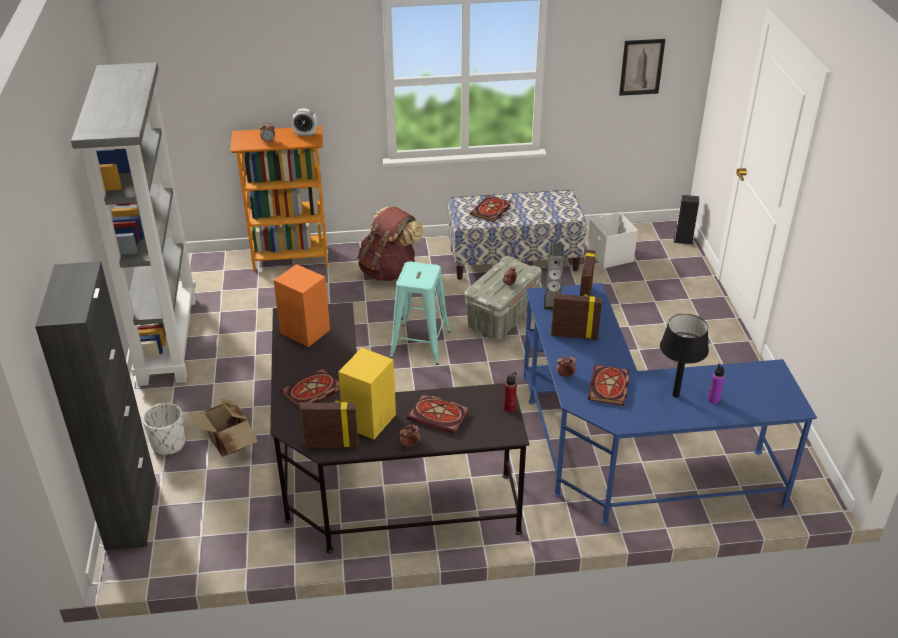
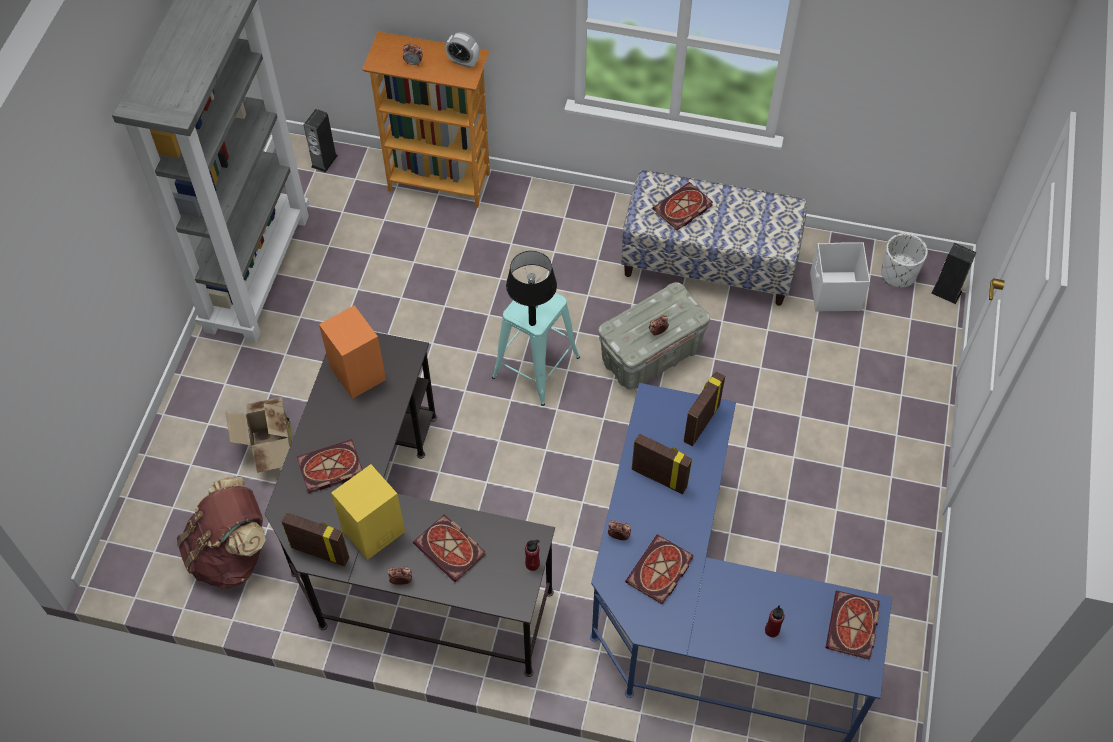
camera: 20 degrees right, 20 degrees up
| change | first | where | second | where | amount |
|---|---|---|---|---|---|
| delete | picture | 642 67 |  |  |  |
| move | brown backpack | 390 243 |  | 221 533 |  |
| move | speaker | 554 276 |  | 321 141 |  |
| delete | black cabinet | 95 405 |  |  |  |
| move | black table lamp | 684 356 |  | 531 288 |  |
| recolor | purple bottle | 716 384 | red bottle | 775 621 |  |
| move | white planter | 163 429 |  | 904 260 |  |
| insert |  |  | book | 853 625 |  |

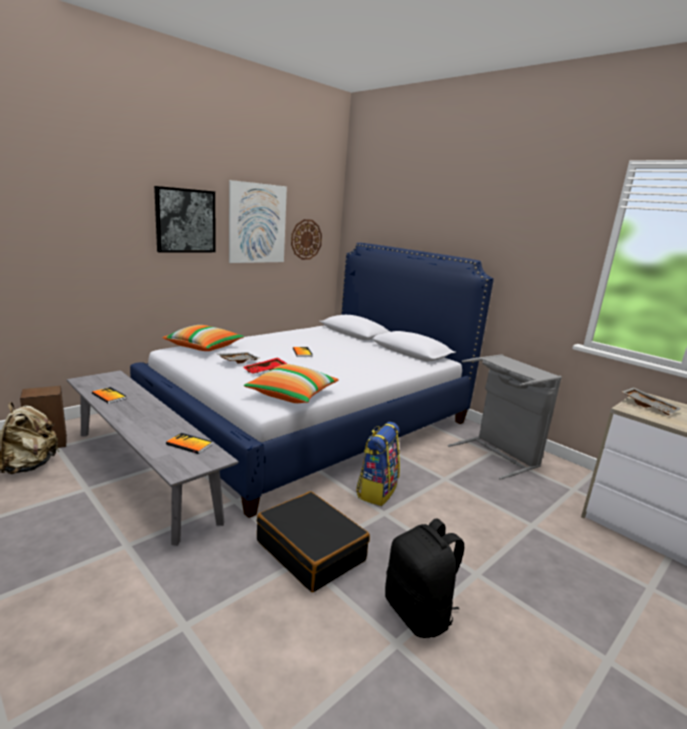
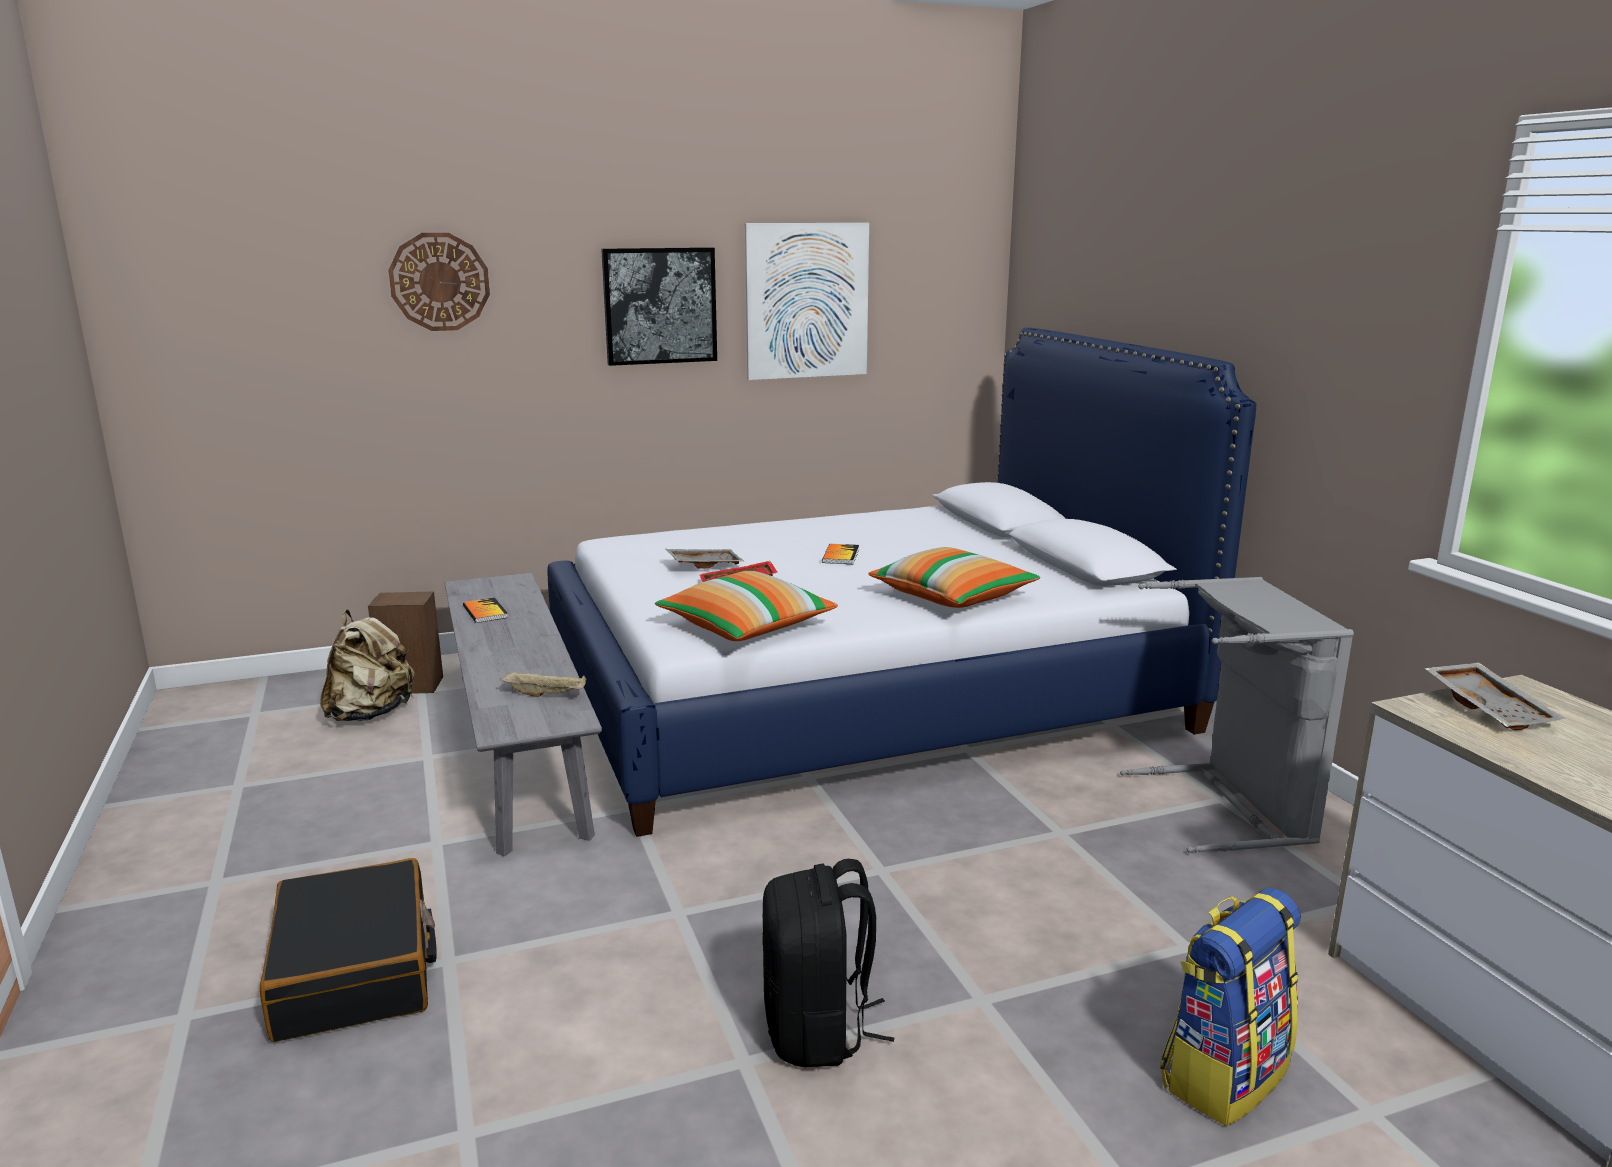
camera: 25 degrees right, 0 degrees up
| change | first | where | second | where | amount |
|---|---|---|---|---|---|
| move | wall clock | 306 239 |  | 439 282 |  |
| move | pillow | 203 338 |  | 954 577 |  |
| move | backpack | 378 464 |  | 1230 1006 |  |
| replace | book | 189 443 | beige tray | 543 684 |  |
| move | black suitcase | 313 541 |  | 348 950 |  |

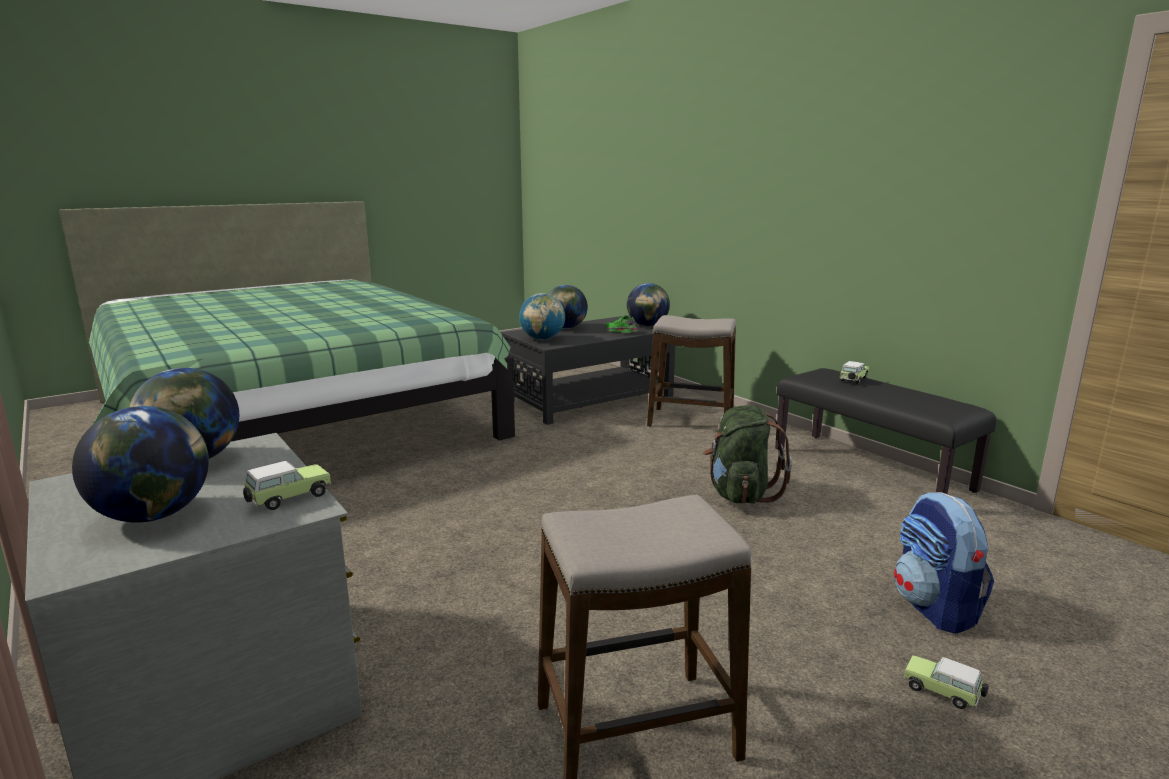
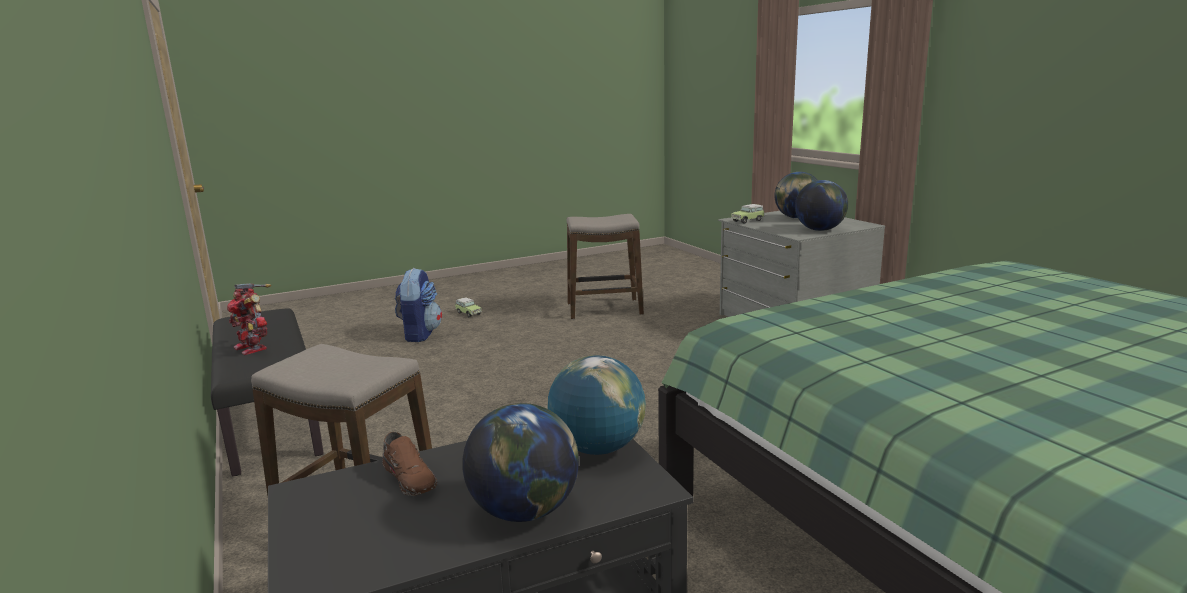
camera: 170 degrees left, 0 degrees up
| change | first | where | second | where | amount |
|---|---|---|---|---|---|
| delete | globe | 648 304 |  |  |  |
| recolor | green shoe | 621 324 | brown shoe | 409 464 |  |
| replace | toy car | 854 372 | toy robot | 249 319 |  |
| delete | green backpack | 747 454 |  |  |  |

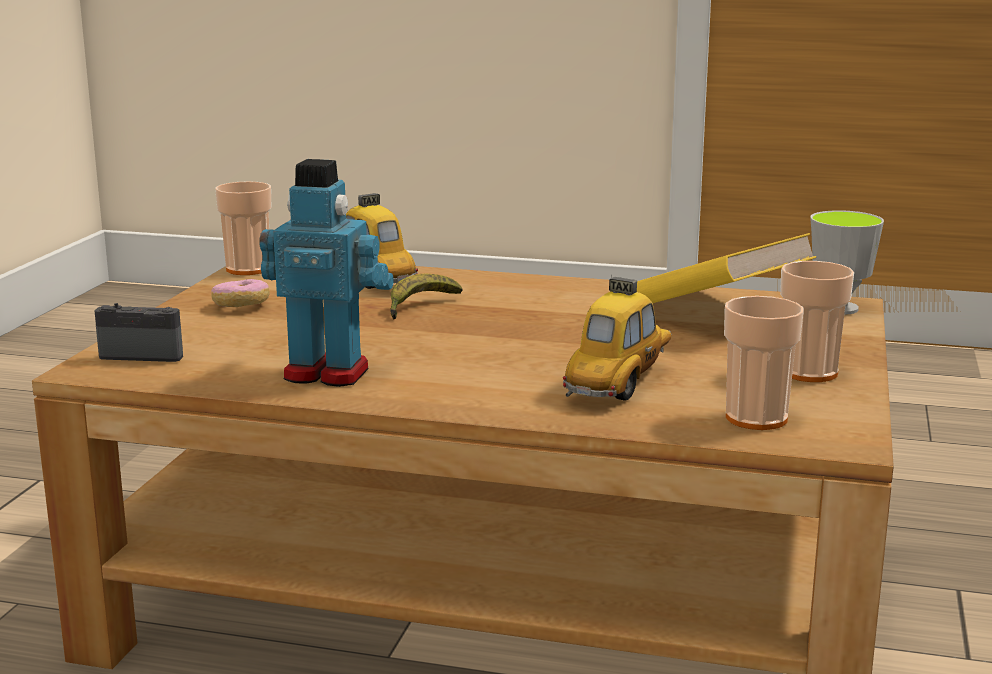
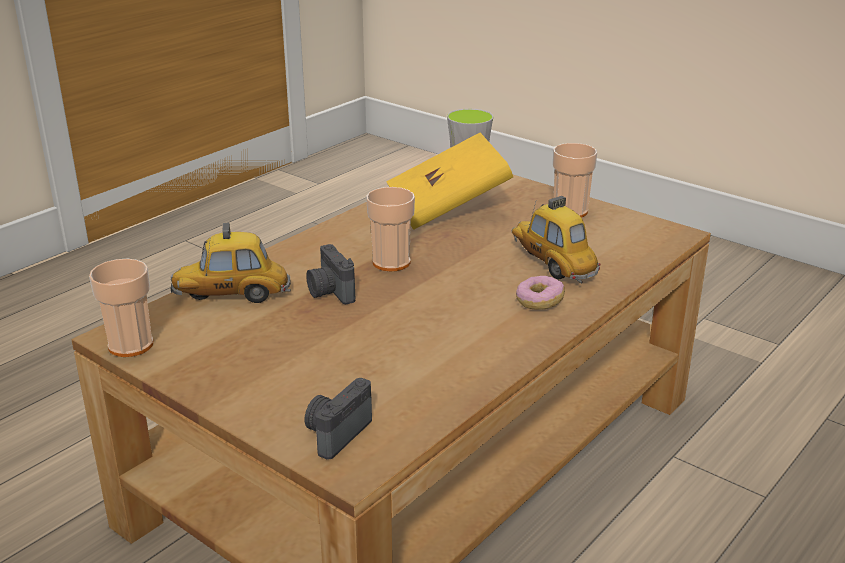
camera: 65 degrees left, 10 degrees up
| change | first | where | second | where | amount |
|---|---|---|---|---|---|
| delete | toy robot | 326 273 |  |  |  |
| replace | banana | 426 297 | photo camera | 330 274 |  |
| move | donut | 240 293 |  | 540 293 |  |
| move | cup | 764 363 |  | 390 229 |  |

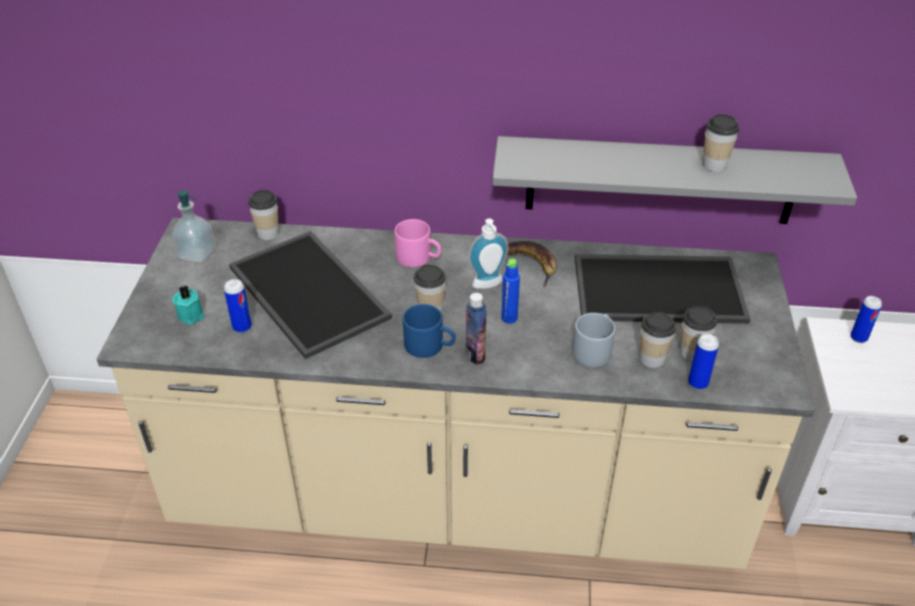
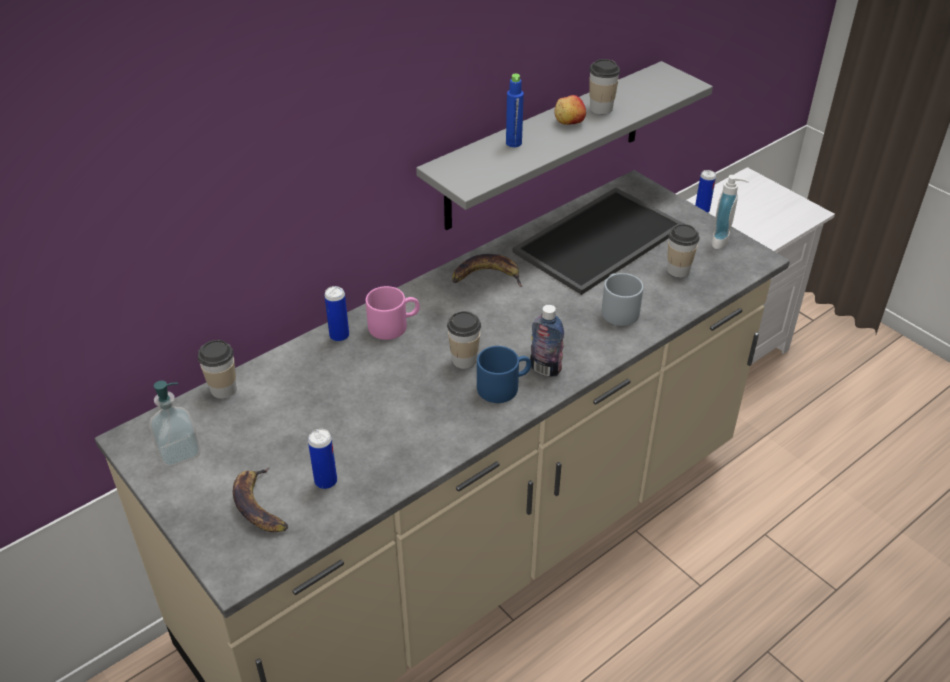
camera: 45 degrees left, 0 degrees up
| change | first | where | second | where | amount |
|---|---|---|---|---|---|
| move | soap dispenser | 488 253 |  | 730 212 |  |
| delete | tray | 310 295 |  |  |  |
| move | blue bottle | 510 291 |  | 515 110 |  |
| replace | turquoise candle | 188 305 | banana | 260 499 |  |
| delete | cup | 658 340 |  |  |  |
| move | can | 703 362 |  | 336 314 |  |
| insert |  |  | apple | 570 110 |  |

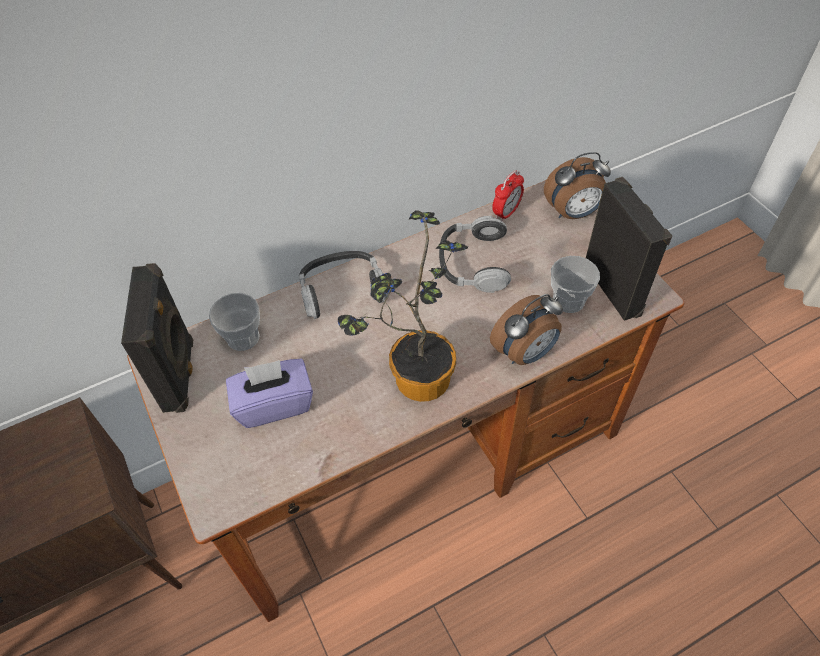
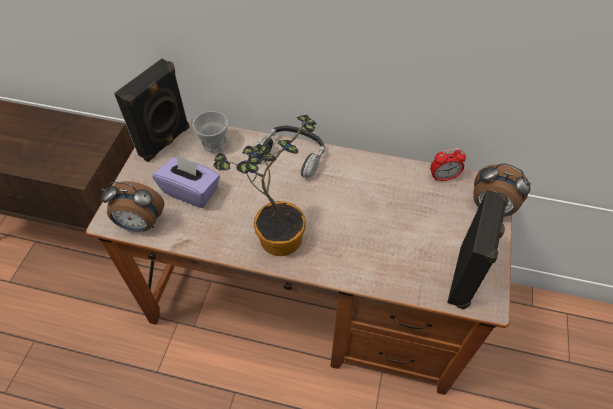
camera: 40 degrees right, 0 degrees up
| change | first | where | second | where | amount |
|---|---|---|---|---|---|
| delete | headphones | 475 254 |  |  |  |
| delete | cup | 575 284 |  |  |  |
| move | alarm clock | 526 329 |  | 132 206 |  |

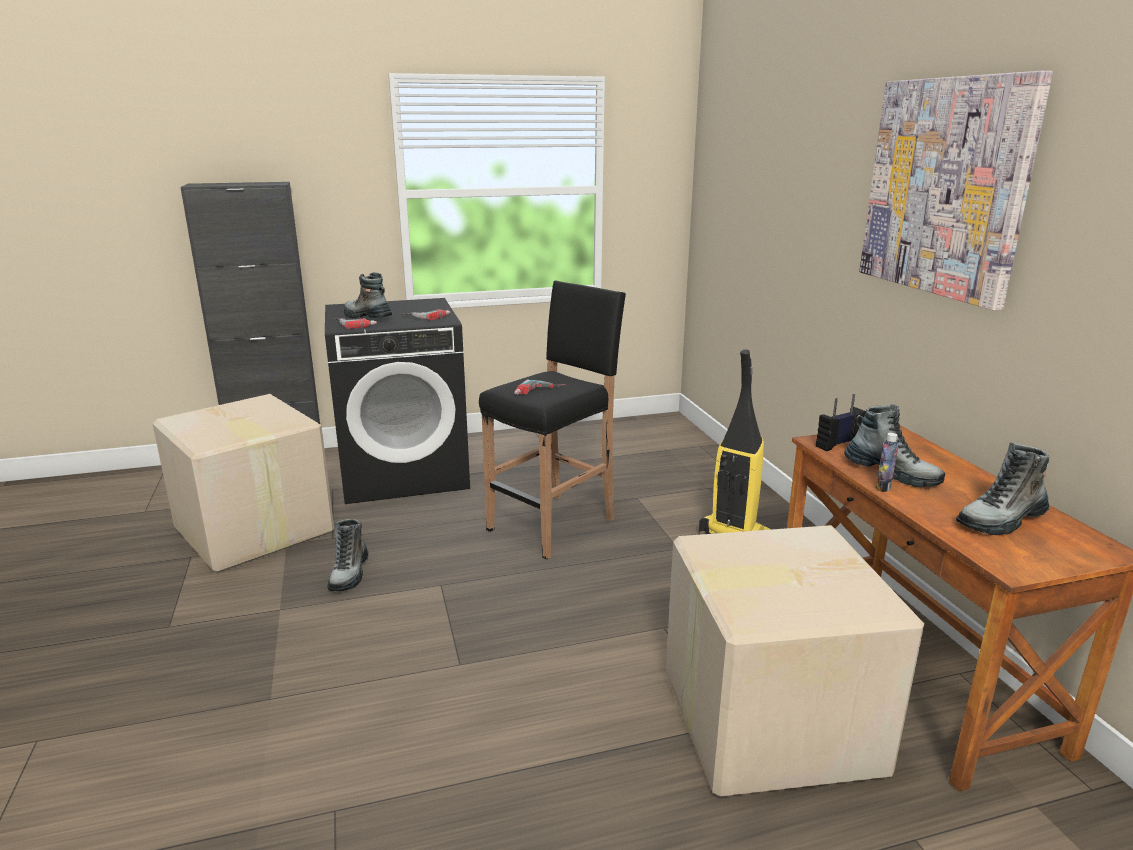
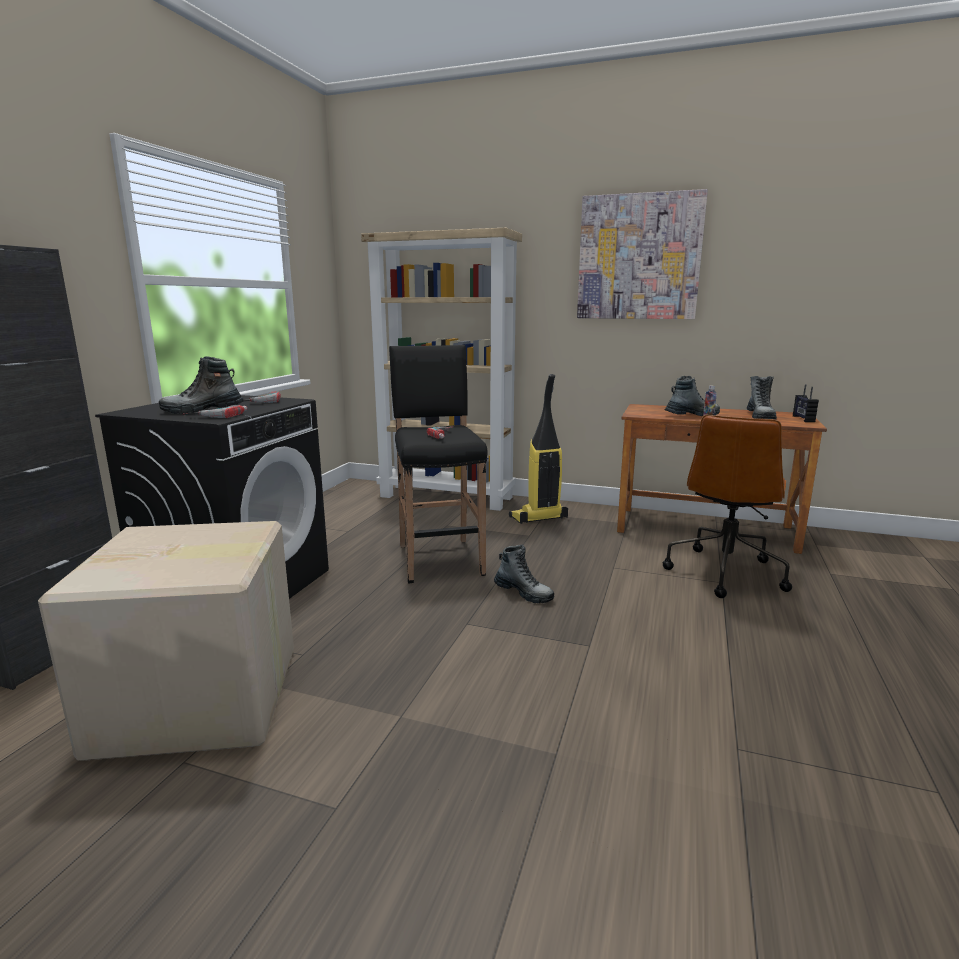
camera: 55 degrees left, 5 degrees down
| change | first | where | second | where | amount |
|---|---|---|---|---|---|
| move | radio | 841 422 |  | 806 403 |  |
| move | boot | 348 555 |  | 524 573 |  |
| replace | cardboard box | 795 661 | brown office chair | 727 506 |  |
| insert |  |  | beige bookcase | 441 369 |  |

